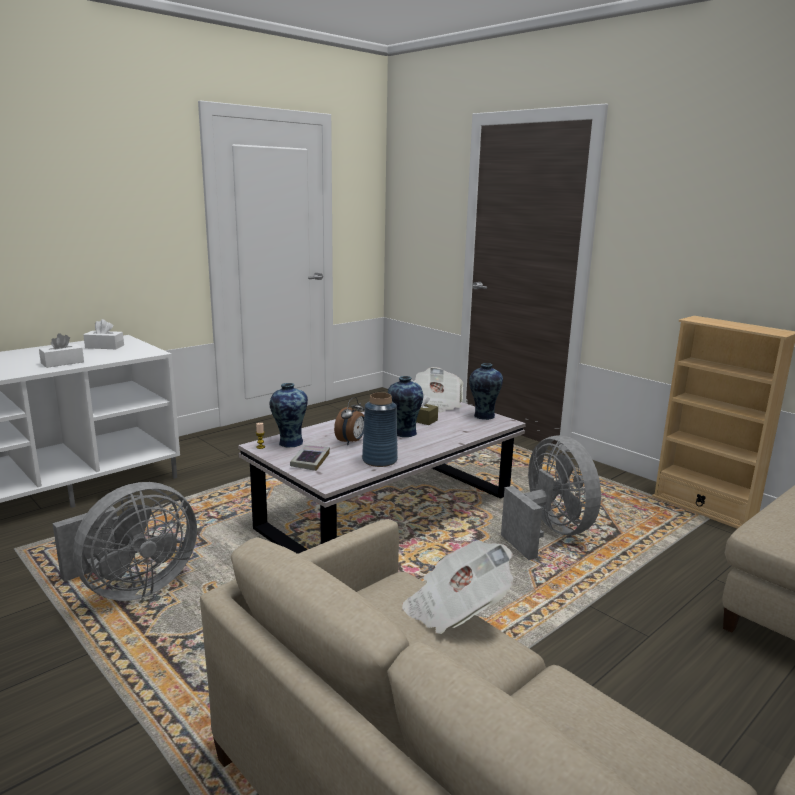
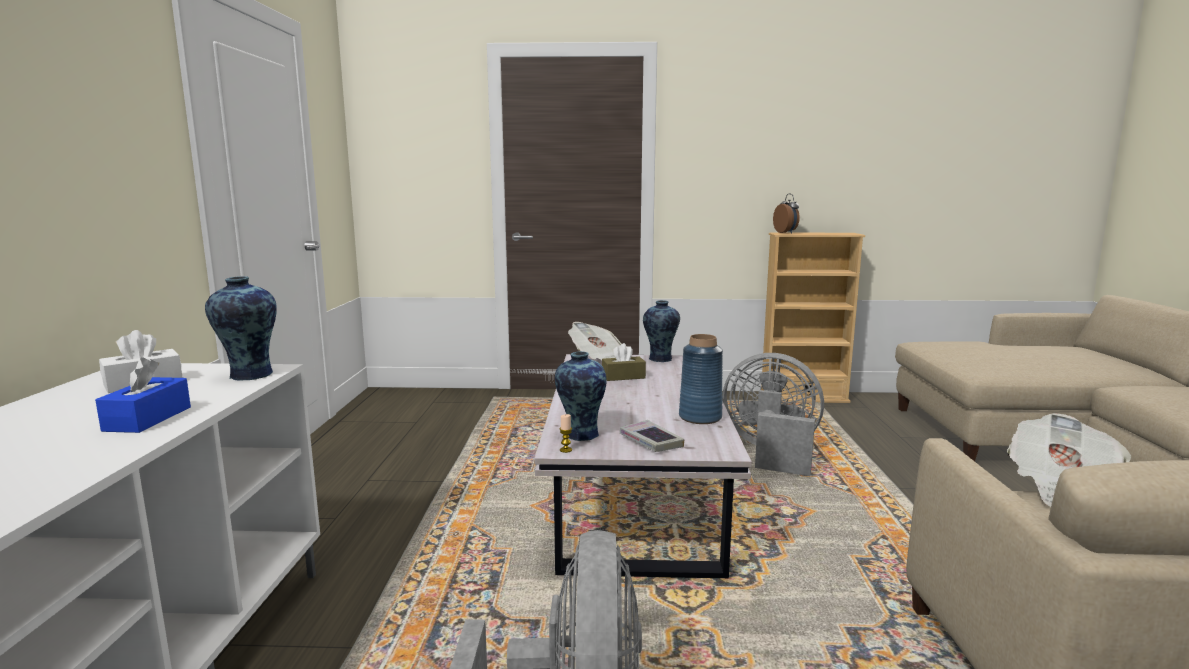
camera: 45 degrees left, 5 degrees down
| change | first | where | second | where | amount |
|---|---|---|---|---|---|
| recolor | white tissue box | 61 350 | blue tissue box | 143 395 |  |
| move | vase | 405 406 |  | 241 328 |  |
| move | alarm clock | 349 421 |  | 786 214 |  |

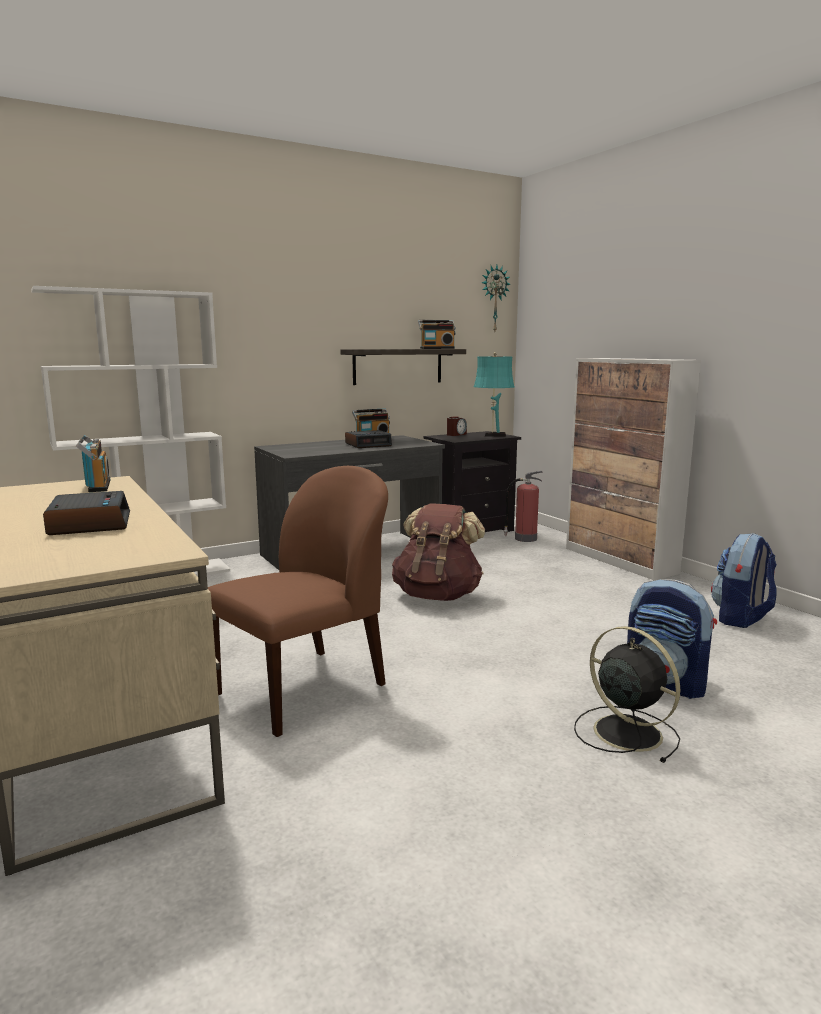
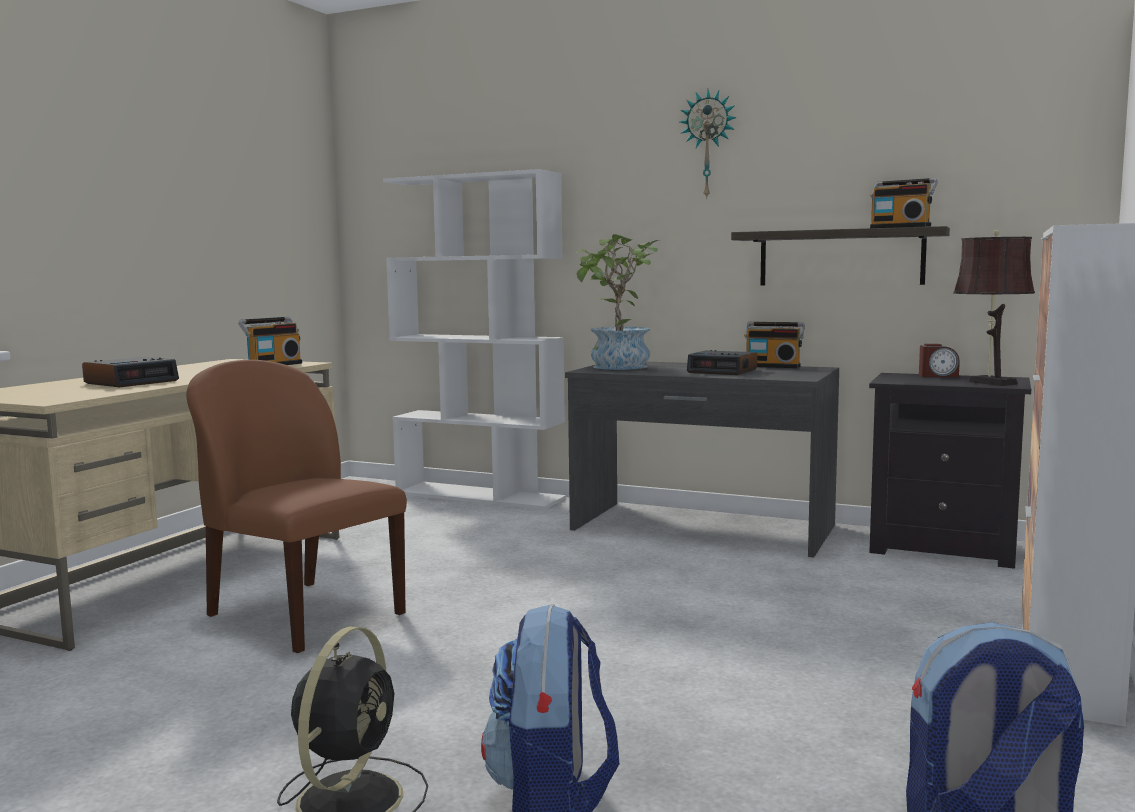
camera: 55 degrees right, 5 degrees down
| change | first | where | second | where | amount |
|---|---|---|---|---|---|
| move | wall clock | 495 298 |  | 708 144 |  |
| recolor | turquoise table lamp | 494 394 | brown table lamp | 994 308 |  |
| rotate | brown chair | 298 601 |  | 296 506 | 150 degrees counterclockwise |
| delete | fire extinguisher | 522 506 |  |  |  |
| delete | brown backpack | 438 552 |  |  |  |
| insert |  |  | potted plant | 617 302 |  |

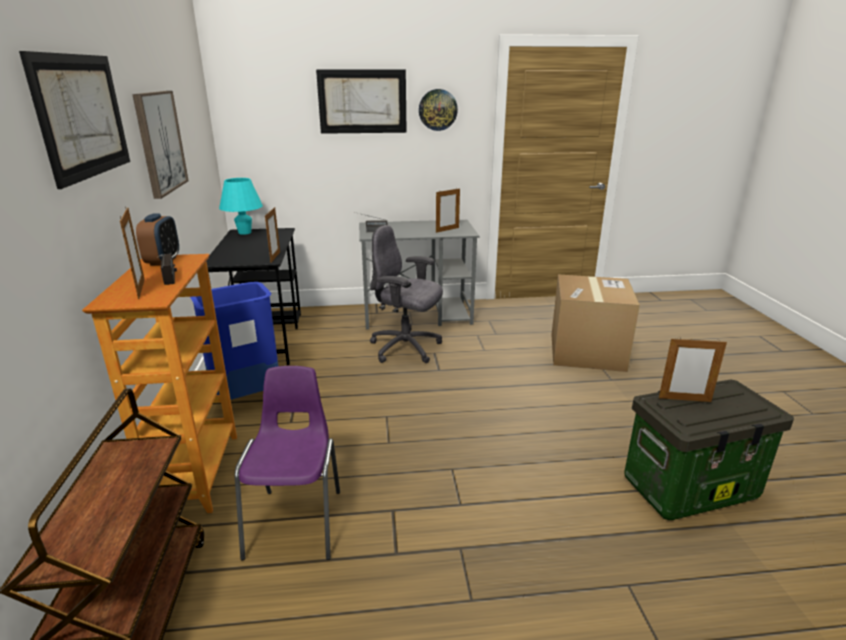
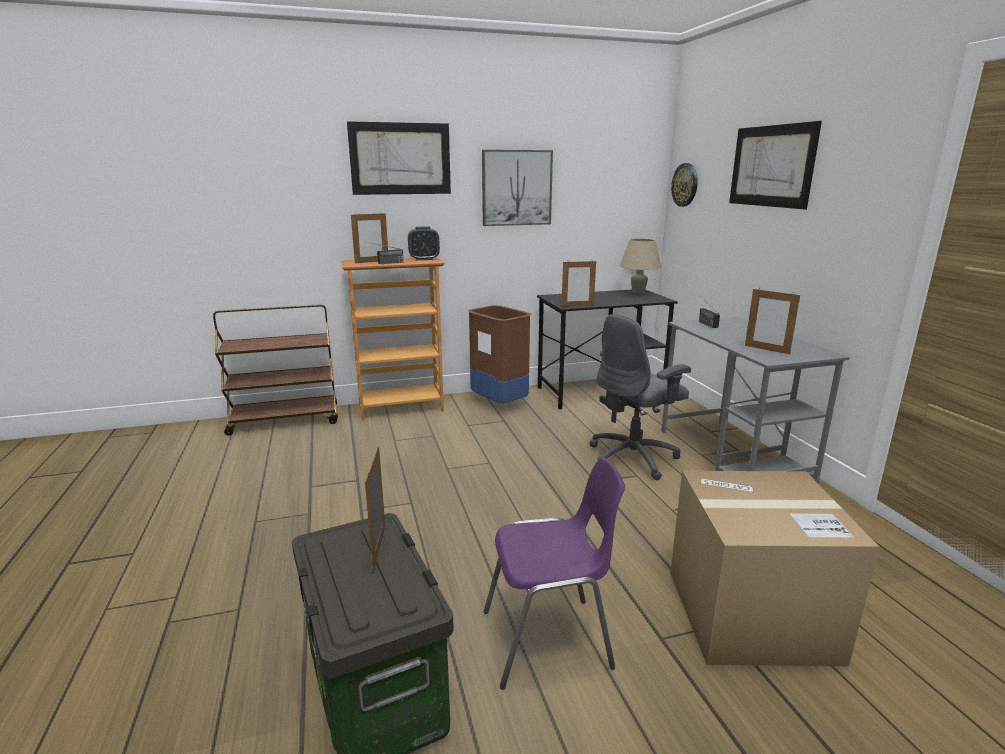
camera: 80 degrees right, 5 degrees down
| change | first | where | second | where | amount |
|---|---|---|---|---|---|
| move | wall clock | 438 110 |  | 684 185 |  |
| recolor | turquoise table lamp | 241 206 | beige table lamp | 640 266 |  |
| rotate | grey office chair | 406 294 |  | 640 397 | 135 degrees counterclockwise |
| recolor | blue trash can | 234 341 | brown trash can | 500 354 |  |
| move | purple chair | 287 463 |  | 554 573 |  |

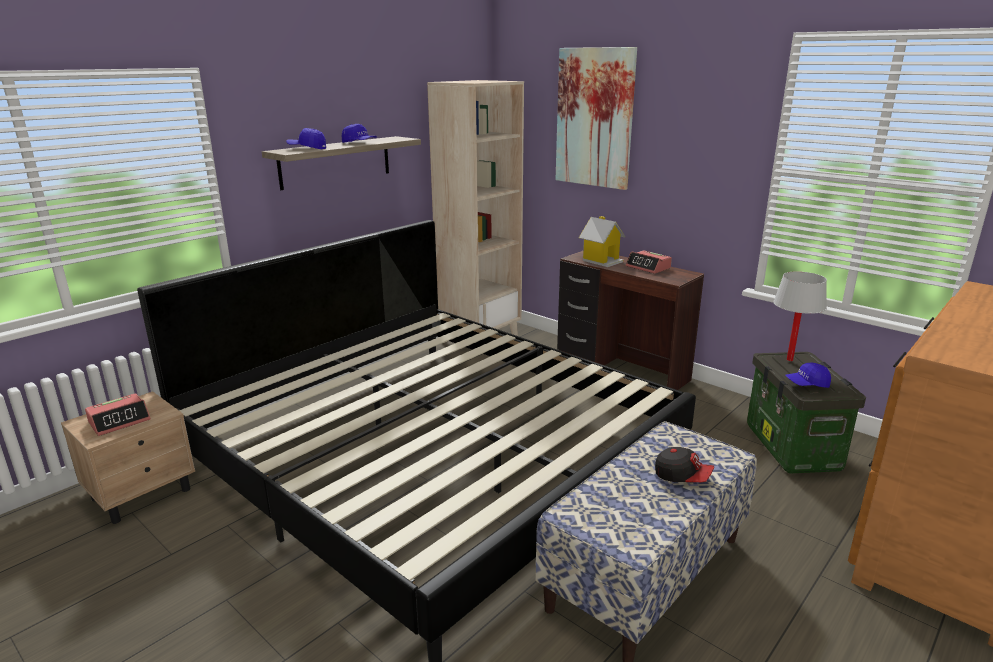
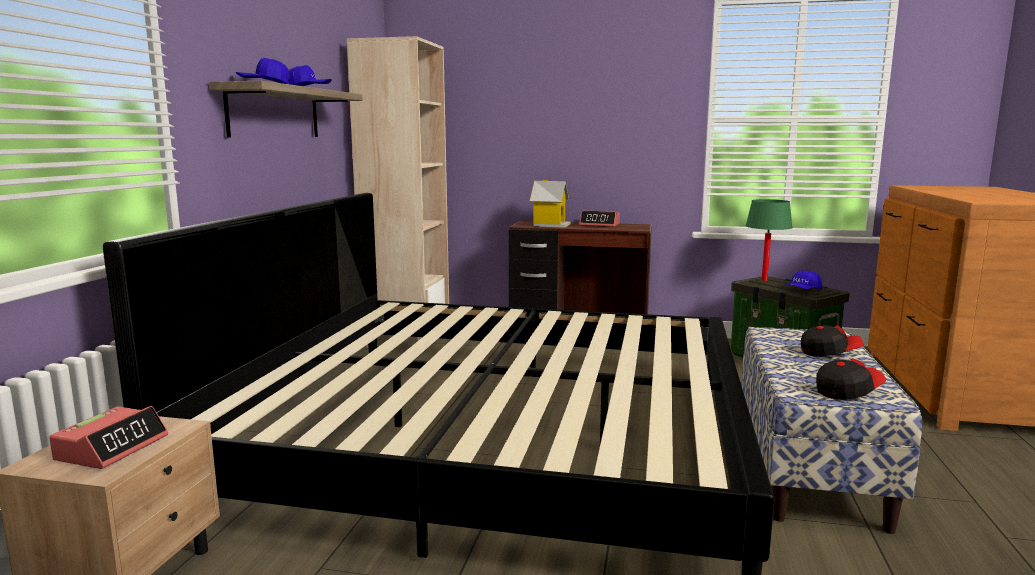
camera: 30 degrees left, 10 degrees down
| change | first | where | second | where | amount |
|---|---|---|---|---|---|
| delete | picture | 596 118 |  |  |  |
| recolor | white table lamp | 800 316 | green table lamp | 769 240 |  |
| insert |  |  | cap | 851 379 |  |

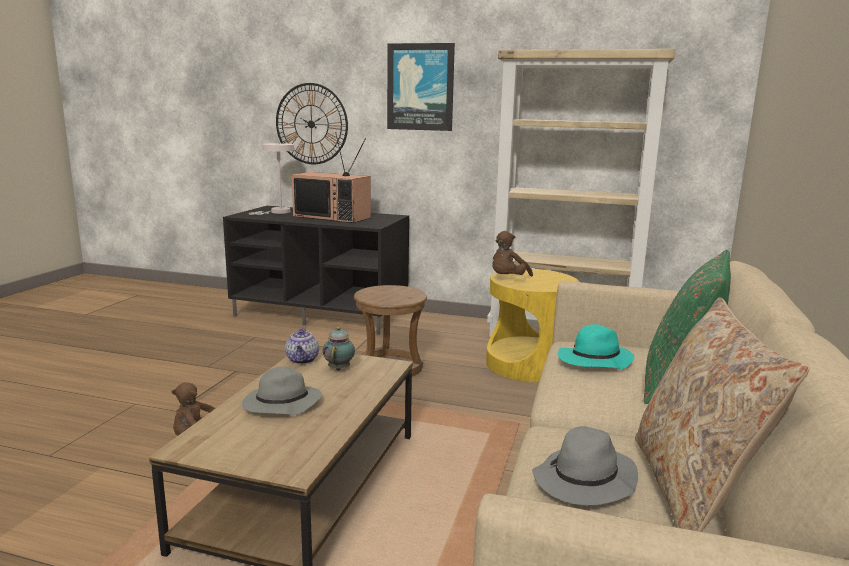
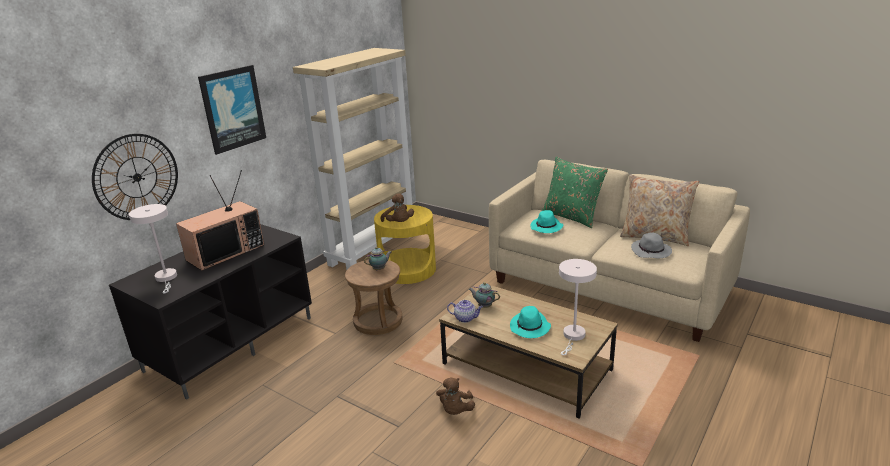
camera: 70 degrees left, 10 degrees up
| change | first | where | second | where | amount |
|---|---|---|---|---|---|
| recolor | grey hat | 282 391 | turquoise hat | 530 322 |  |
| insert |  |  | teapot | 377 258 |  |
| insert |  |  | white table lamp | 578 307 |  |

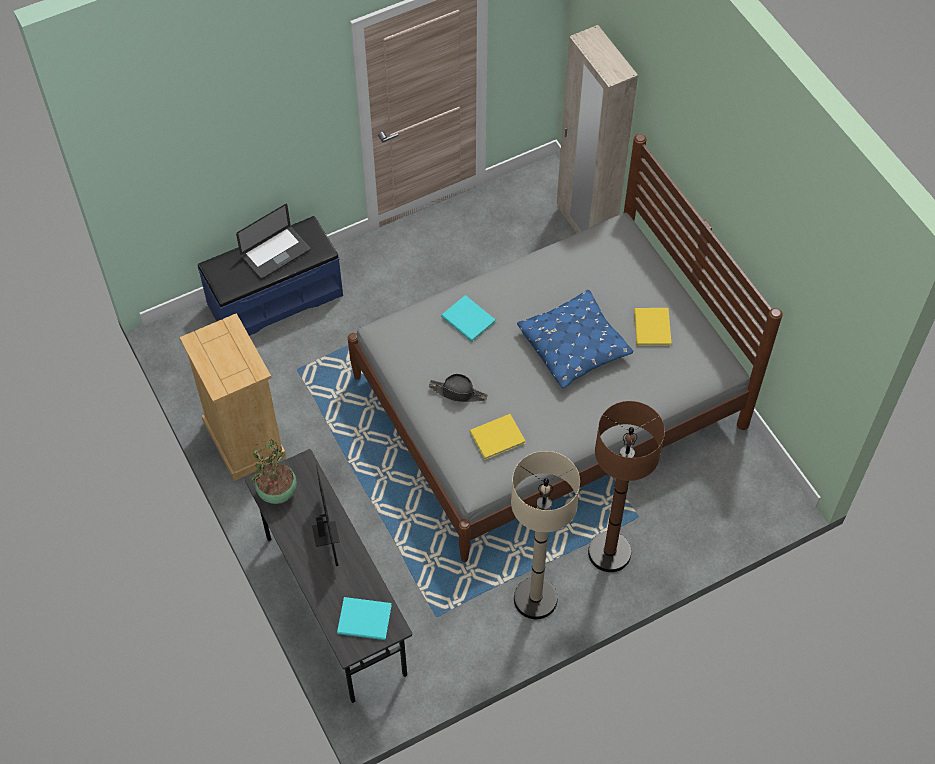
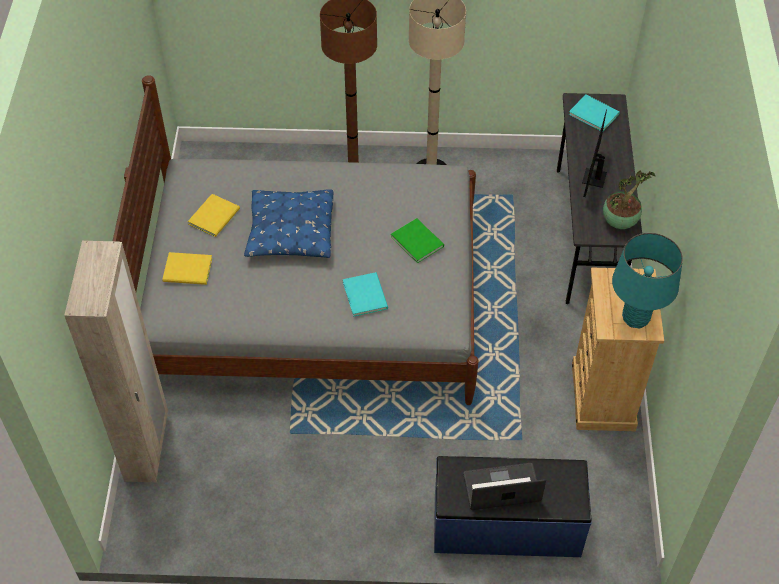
camera: 150 degrees left, 5 degrees down
| change | first | where | second | where | amount |
|---|---|---|---|---|---|
| replace | black hat | 458 388 | green book | 417 240 |  |
| move | yellow book | 497 437 |  | 187 268 |  |
| insert |  |  | turquoise table lamp | 647 280 |  |

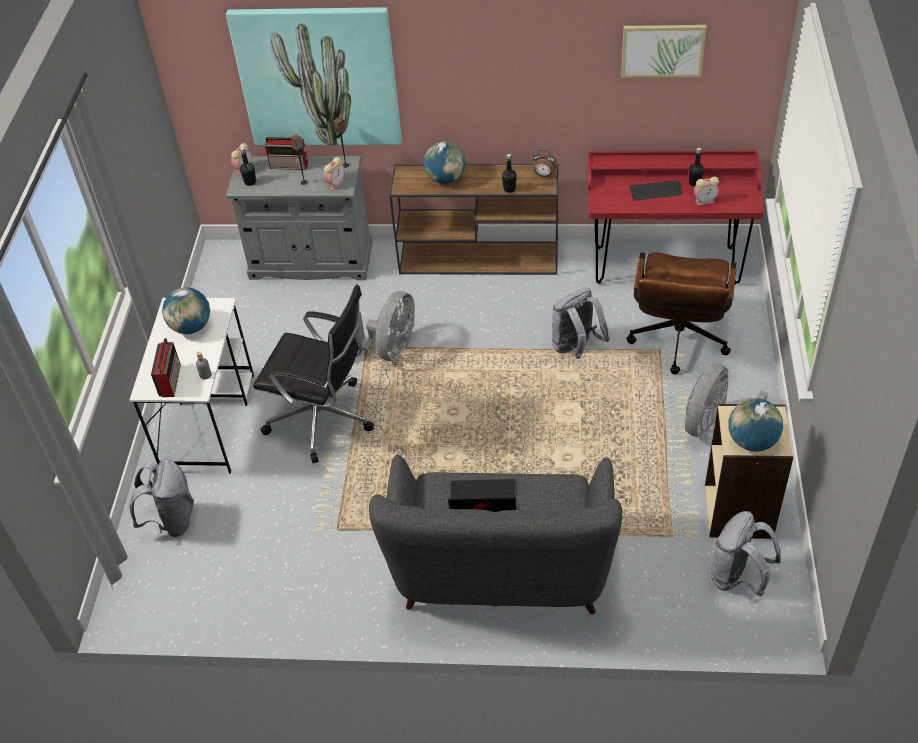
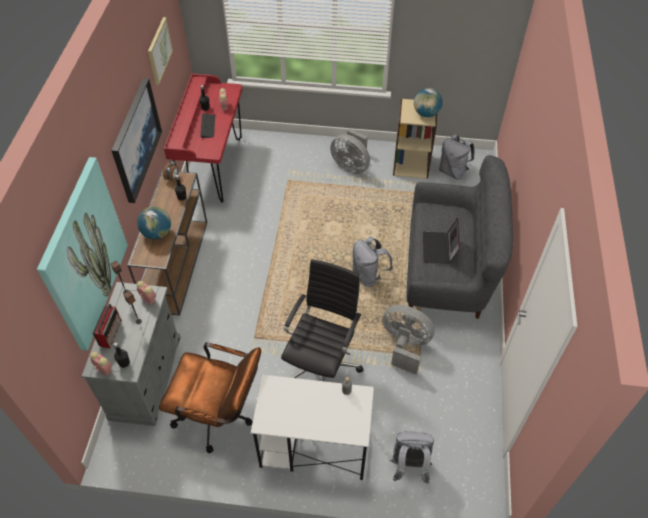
camera: 90 degrees left, 5 degrees up
| change | first | where | second | where | amount |
|---|---|---|---|---|---|
| move | brown office chair | 681 313 |  | 210 397 |  |
| delete | globe | 186 310 |  |  |  |
| move | grey backpack | 581 323 |  | 372 262 |  |
| move | grey fan | 386 326 |  | 409 339 |  |
| delete | radio | 166 367 |  |  |  |
| insert |  |  | picture | 136 140 |  |

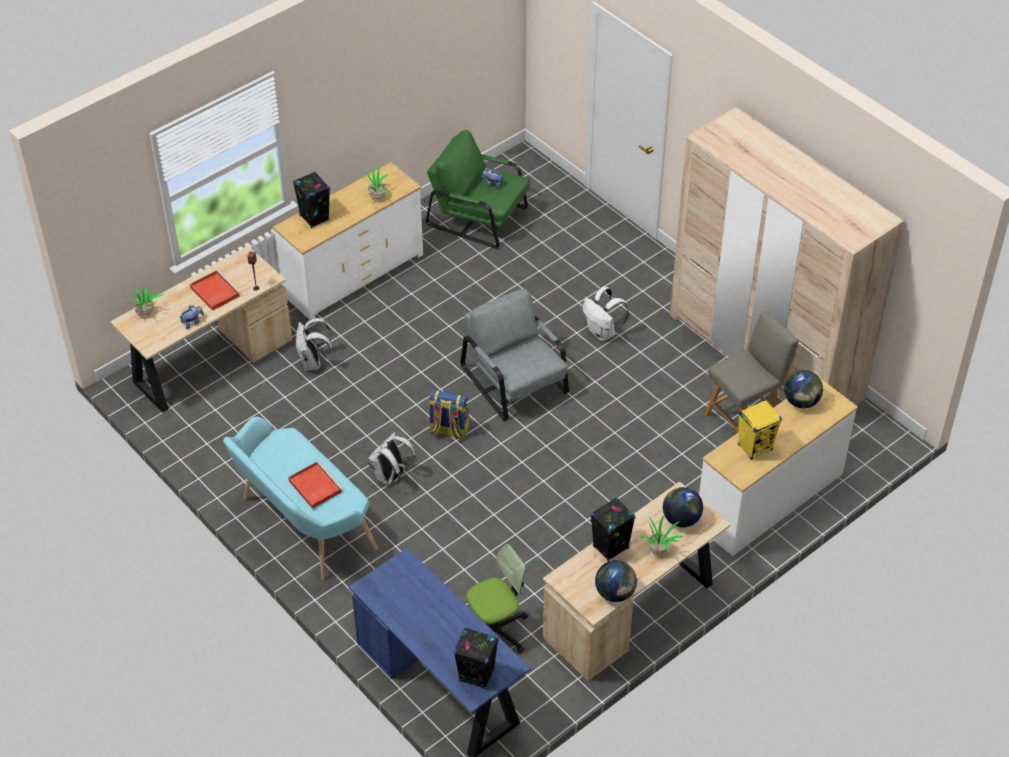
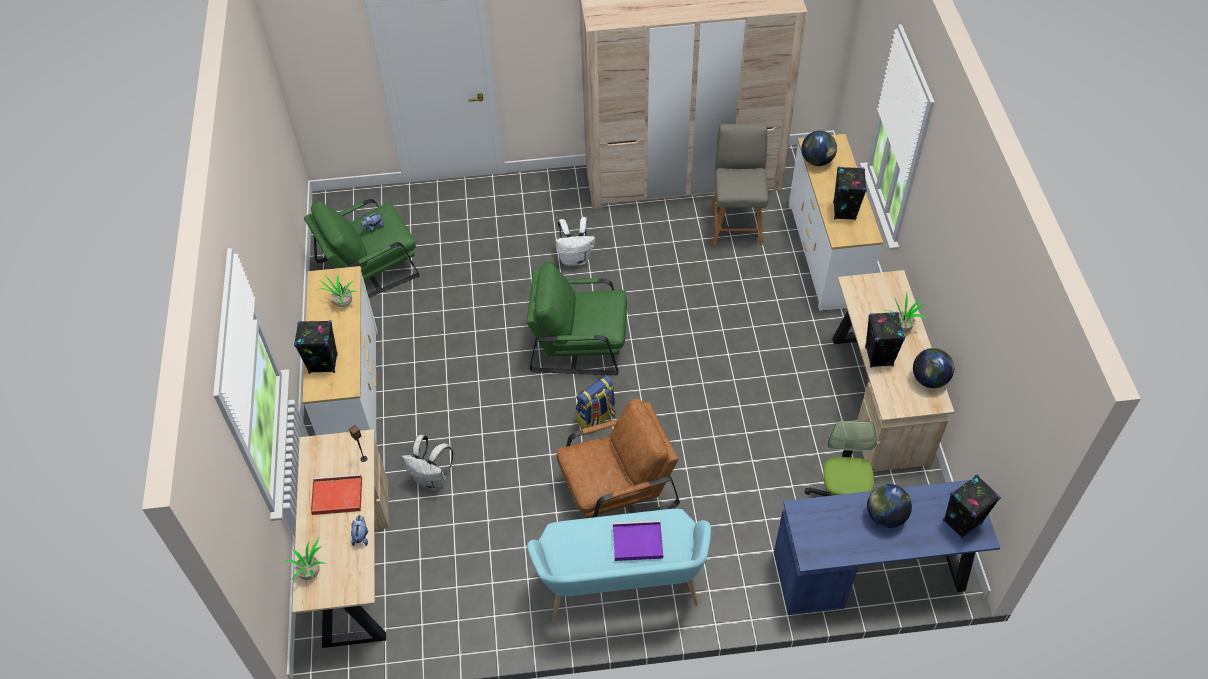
camera: 55 degrees left, 5 degrees up
| change | first | where | second | where | amount |
|---|---|---|---|---|---|
| recolor | grey armchair | 514 355 | green armchair | 576 318 |  |
| recolor | yellow speaker | 760 430 | black speaker | 850 193 |  |
| replace | white backpack | 392 459 | brown armchair | 618 458 |  |
| recolor | red tray | 315 485 | purple tray | 638 540 |  |
| move | globe | 683 507 |  | 889 506 |  |

